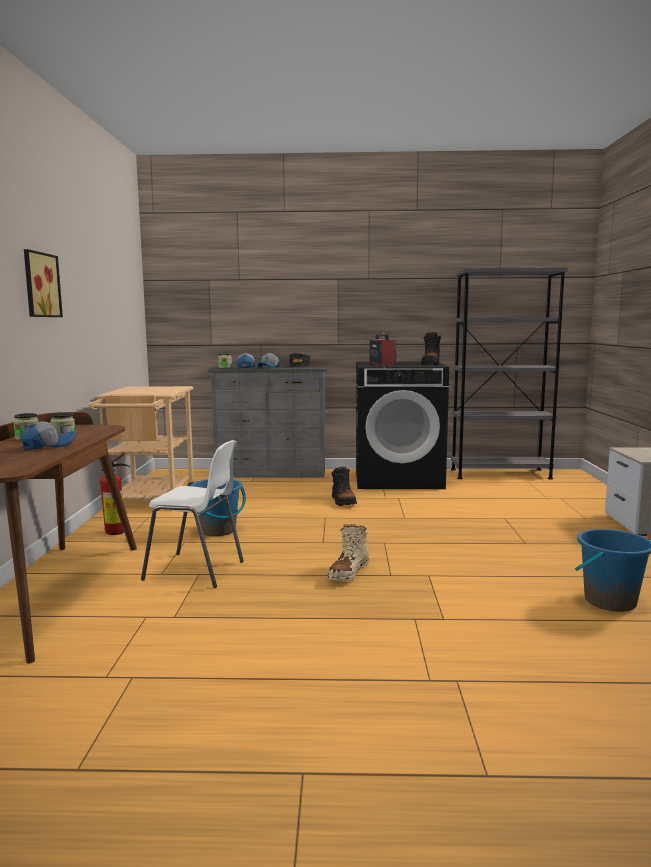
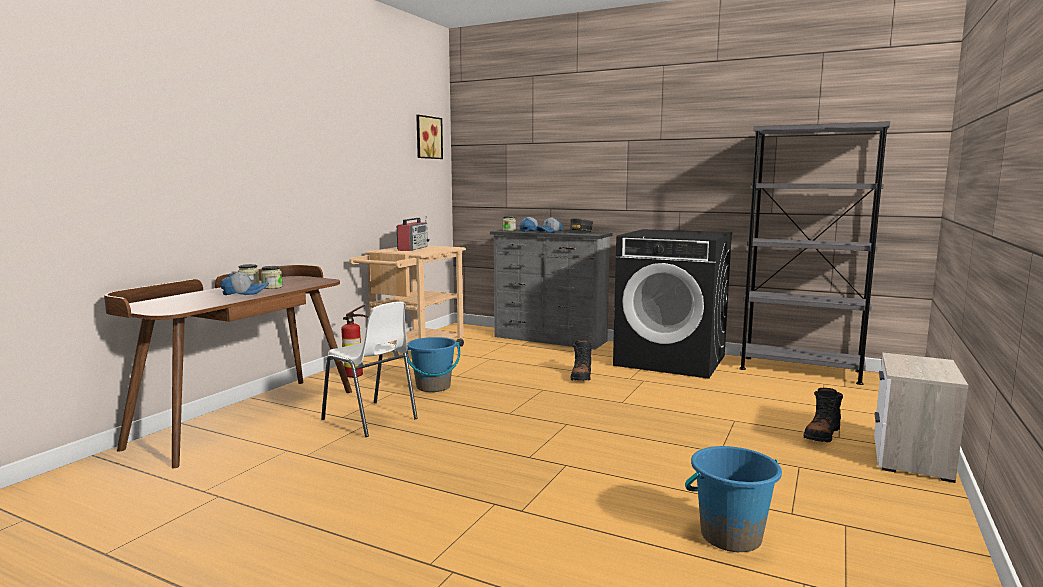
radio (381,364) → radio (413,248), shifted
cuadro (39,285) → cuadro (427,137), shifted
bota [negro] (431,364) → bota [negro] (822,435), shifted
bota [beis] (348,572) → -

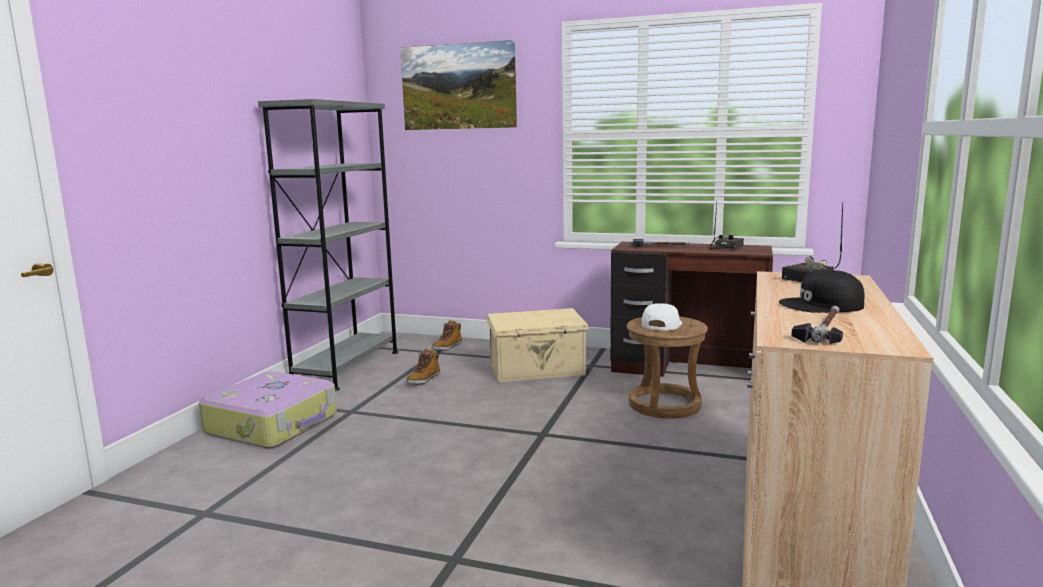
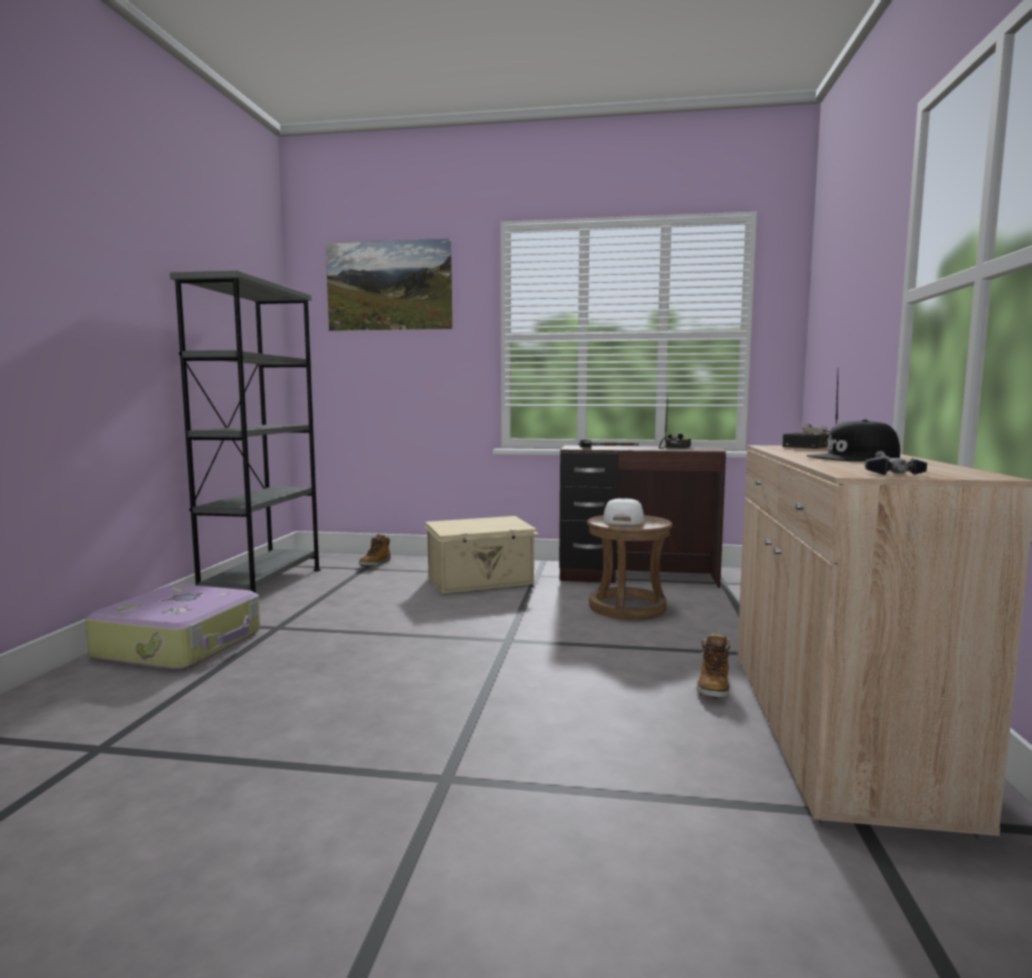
bota (423,380) → bota (713,687), shifted

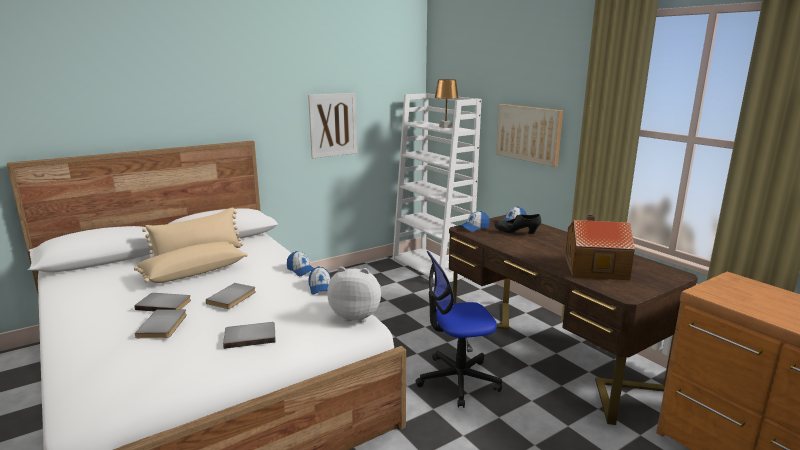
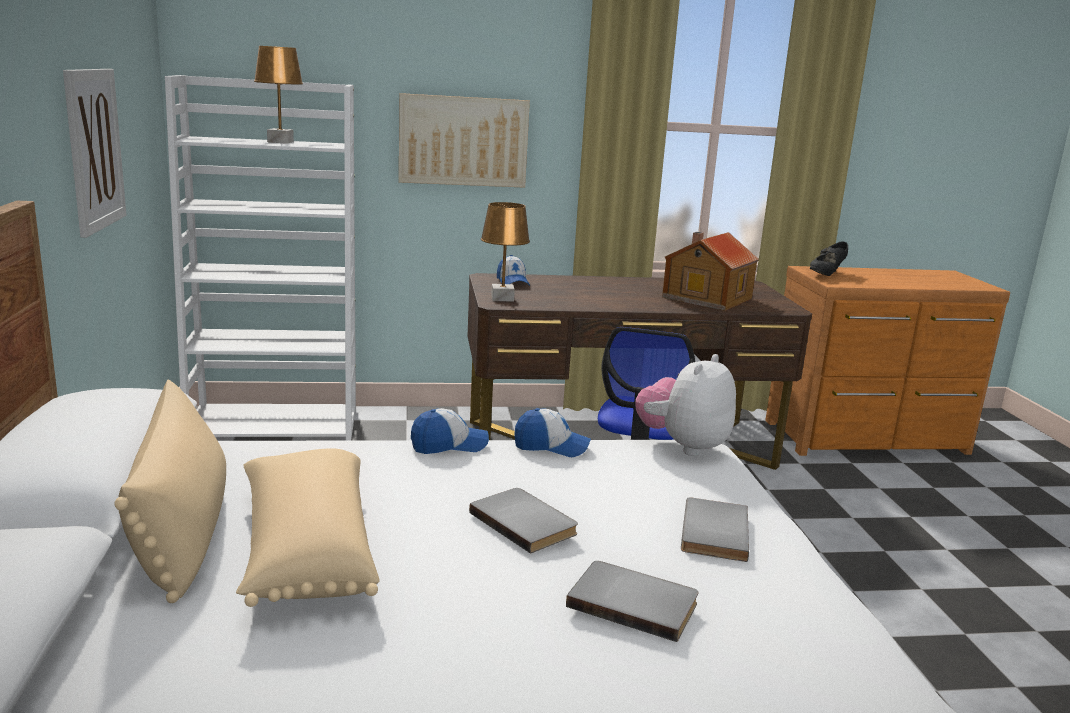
gorra (474,227) → lámpara de mesa [marrón] (502,298)
zapato [negro] (516,232) → zapato [negro] (826,274), shifted
libro [gris] (165,304) → -

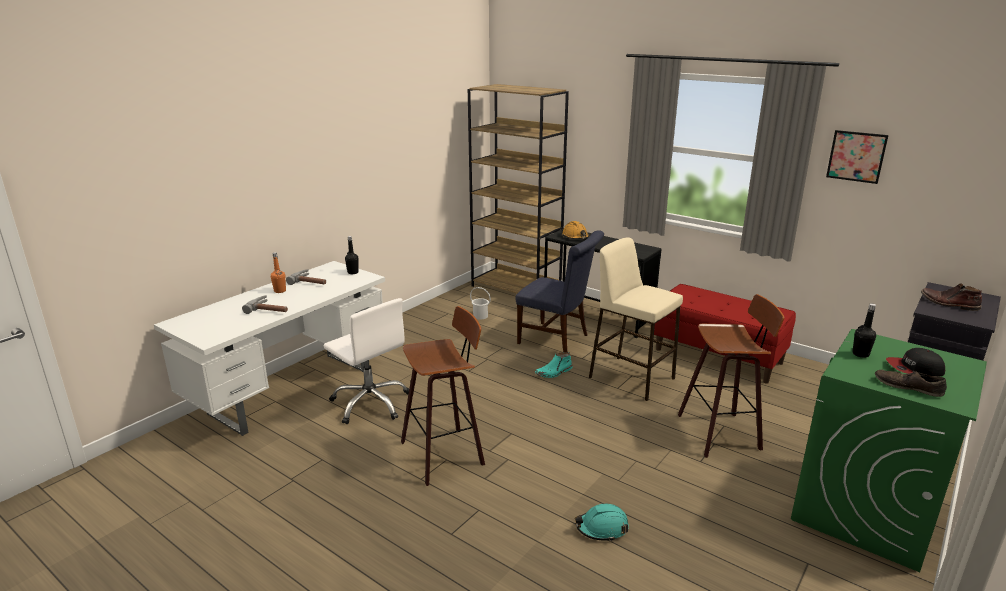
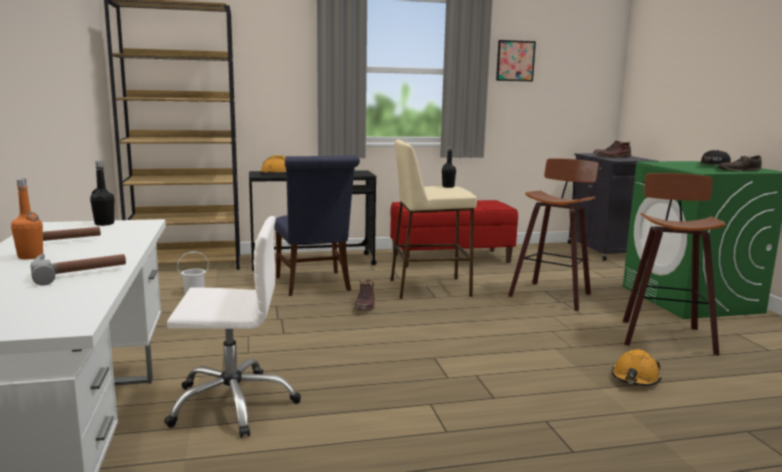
silla [azul] (557,340) → silla [azul] (314,285), 90 degrees clockwise
bota [turquesa] (554,372) → bota [marrón] (365,305)
botella [negro] (860,354) → botella [negro] (448,187), shifted
casco [turquesa] (602,528) → casco [naranja] (635,378)
taburete (445,453) → taburete (663,335), shifted

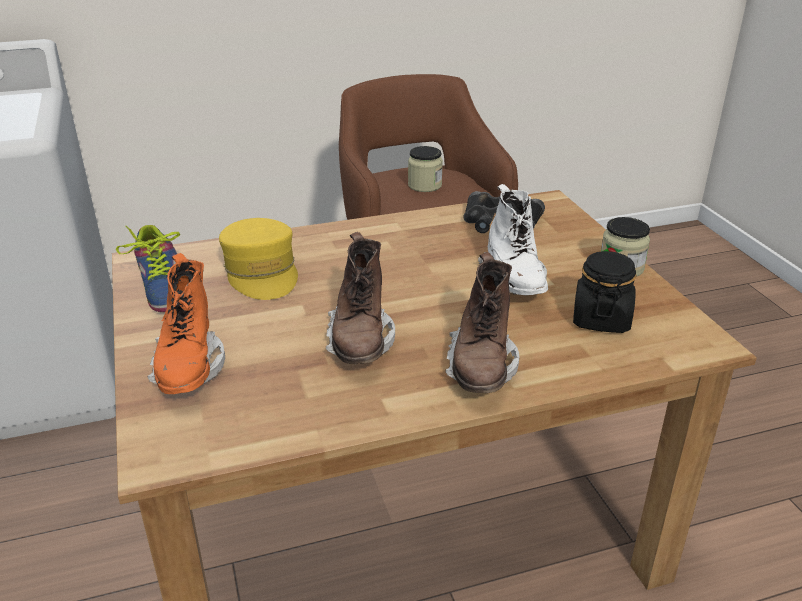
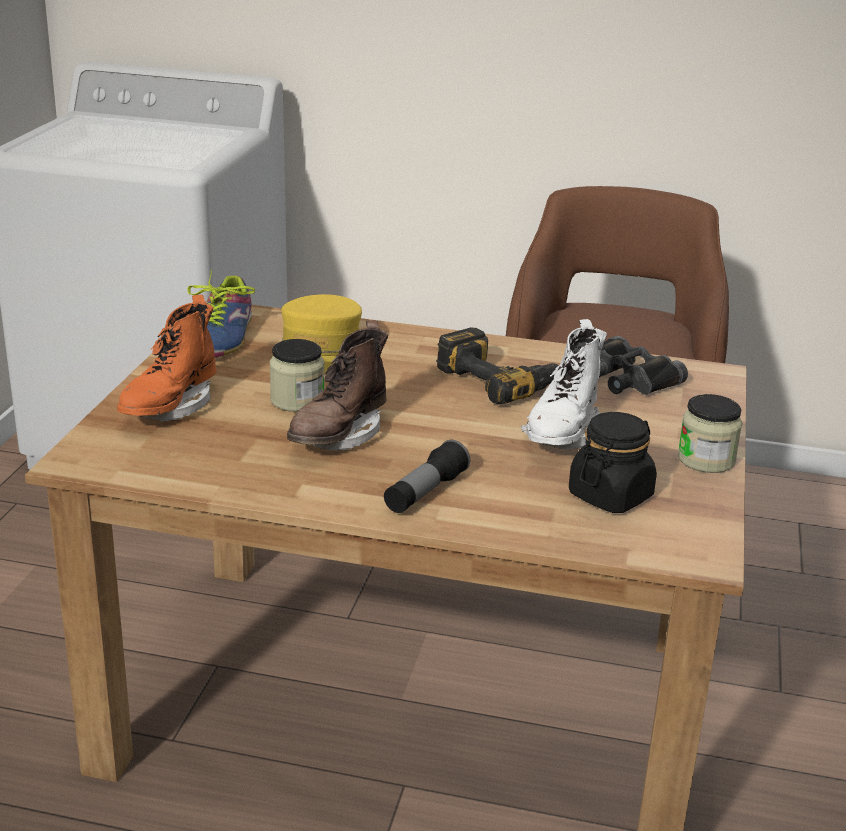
tarro (424,185) → tarro (297,400), shifted
bota [marrón] (481,368) → linterna (425,493)
- → taladro (501,379)

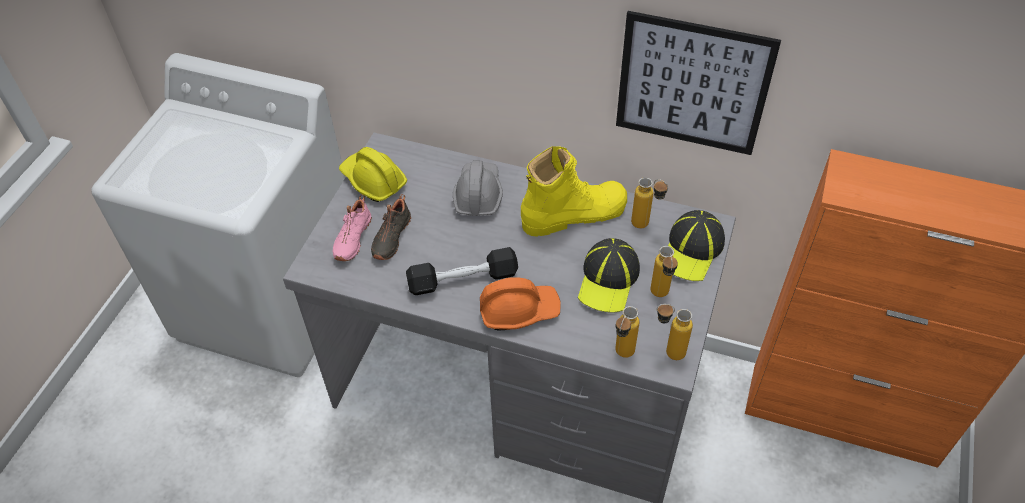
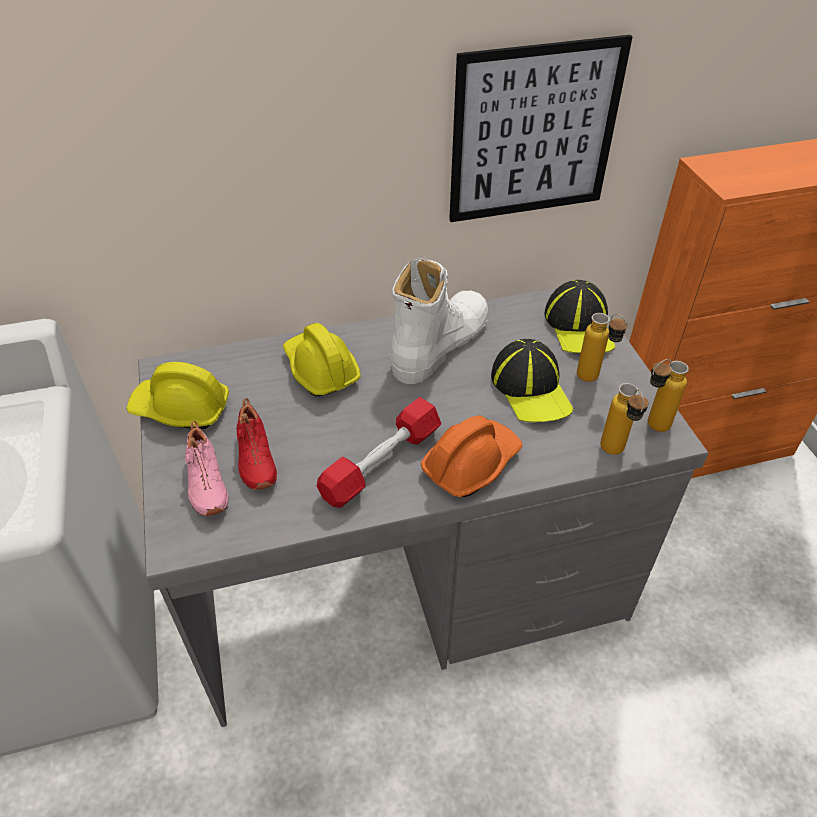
zapato [negro] (390,237) → zapato [rojo] (254,459)
casco [gris] (478,194) → casco [amarillo] (320,369)
mancuerna [negro] (463,280) → mancuerna [rojo] (381,463)
bota [amarillo] (573,214) → bota [blanco] (439,344)
botella (646,226) → -

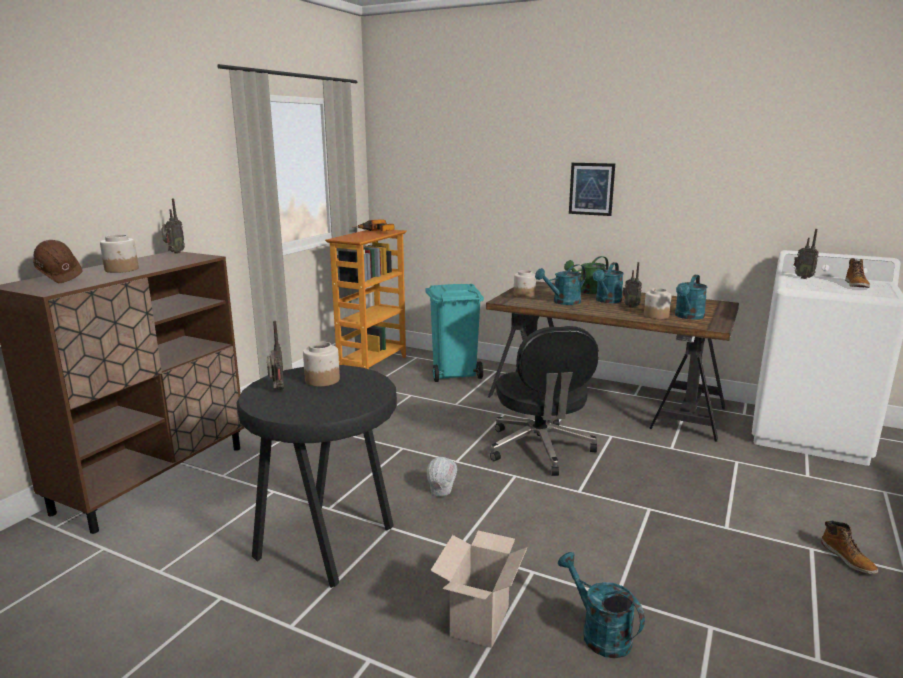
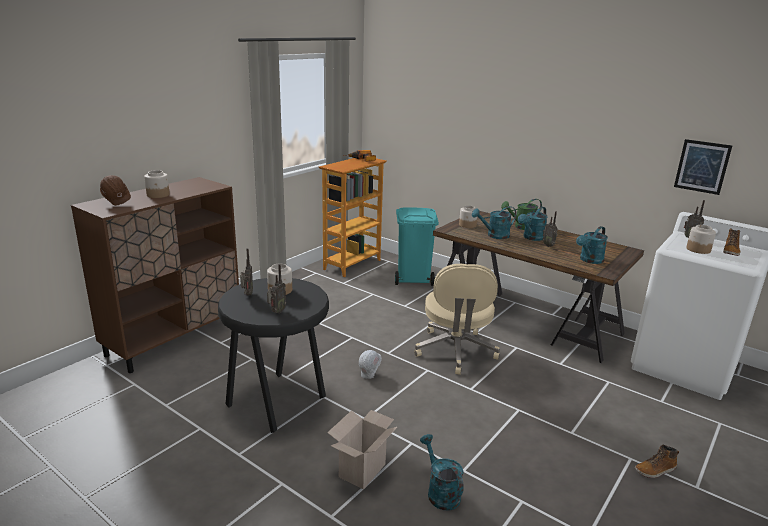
radio (174,253) → radio (276,312), shifted
silla de oficina [negro] (540,449) → silla de oficina [beis] (455,351)
bota (848,558) → bota (655,470), 75 degrees clockwise
cuadro (591,189) → cuadro (702,166), shifted
tarro (656,315) → tarro (698,249), shifted

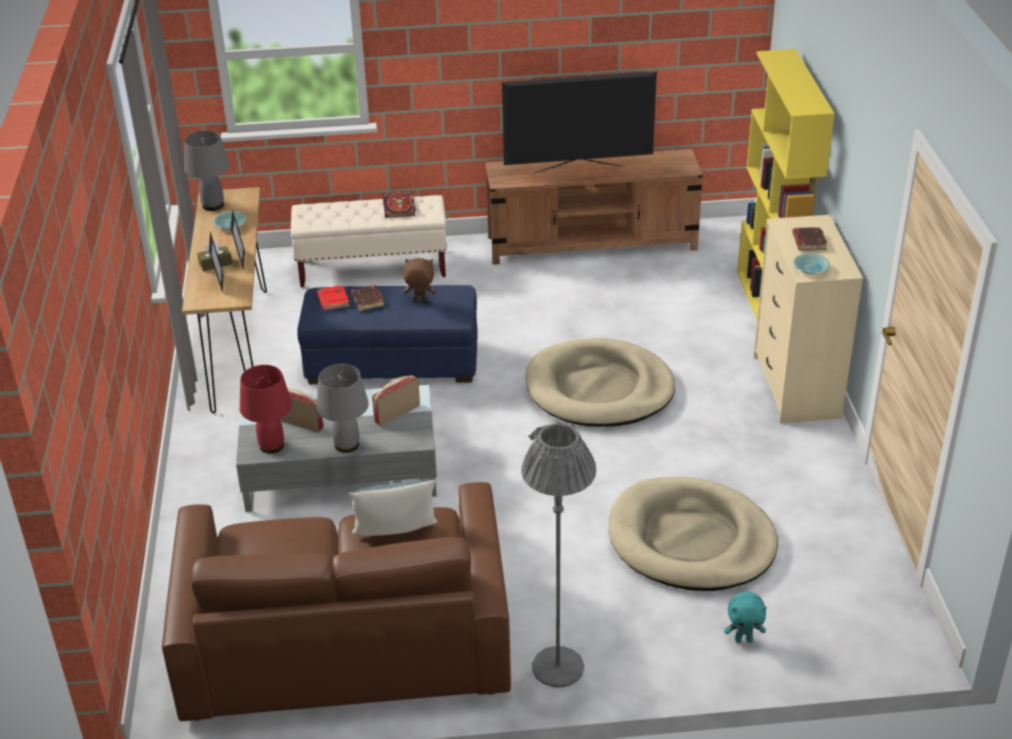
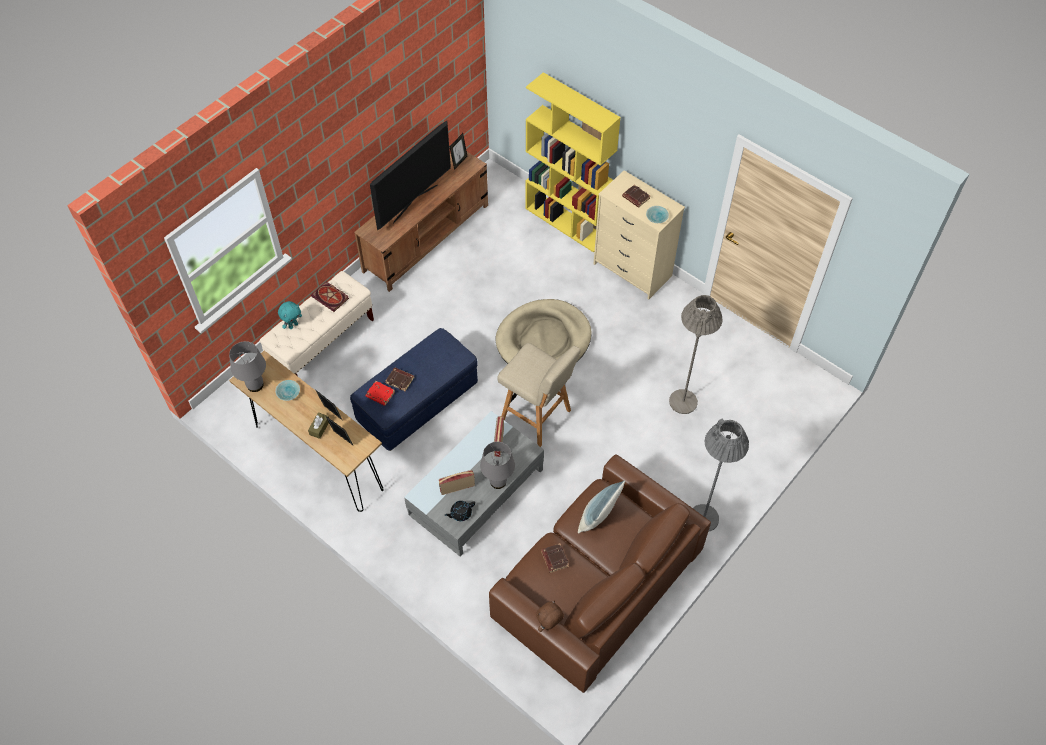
peluche [turquesa] (744,639) → peluche [turquesa] (293,325), shifted
lámpara de mesa [rojo] (271,446) → tetera [negro] (460,513)
- → portarretratos (459,162)
- → taburete [beis] (537,417)
peluche [marrón] (420,301) → peluche [marrón] (549,625), shifted
- → libro [marrón] (554,559)
cama para perro [beis] (691,540) → lámpara de pie [gris] (683,401)

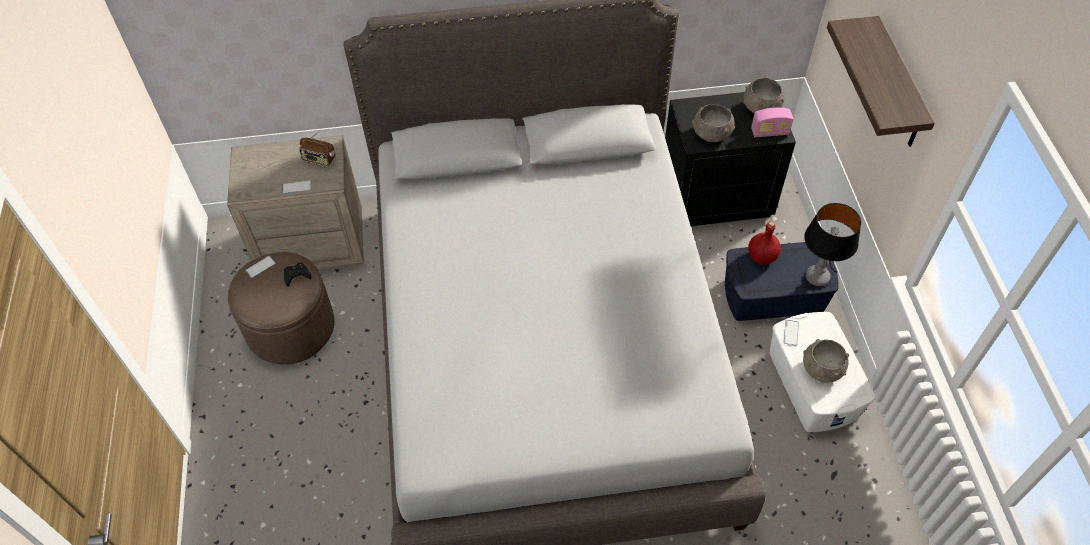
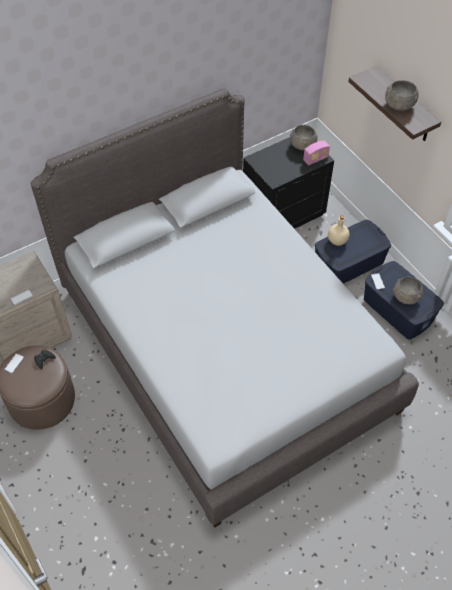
botella [rojo] (761,257) → botella [beis] (337,241)
caja de almacenaje [blanco] (813,384) → caja de almacenaje [azul] (398,309)
cuenco [gris] (711,133) → cuenco [gris] (399,105), shifted
radio (319,159) → -
lámpara de mesa (817,277) → -

